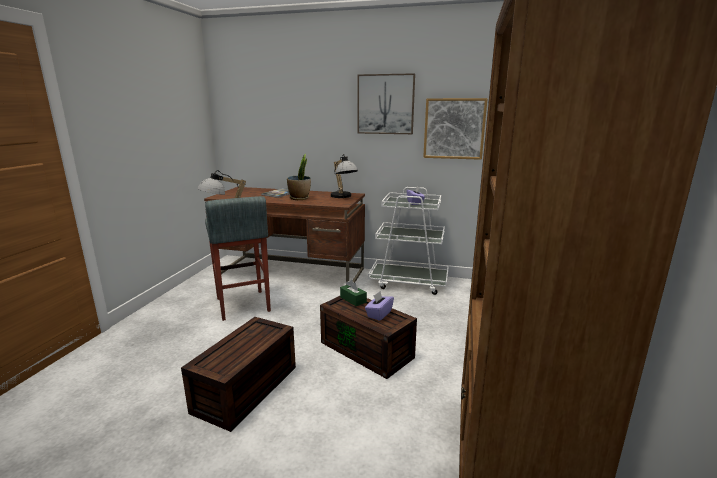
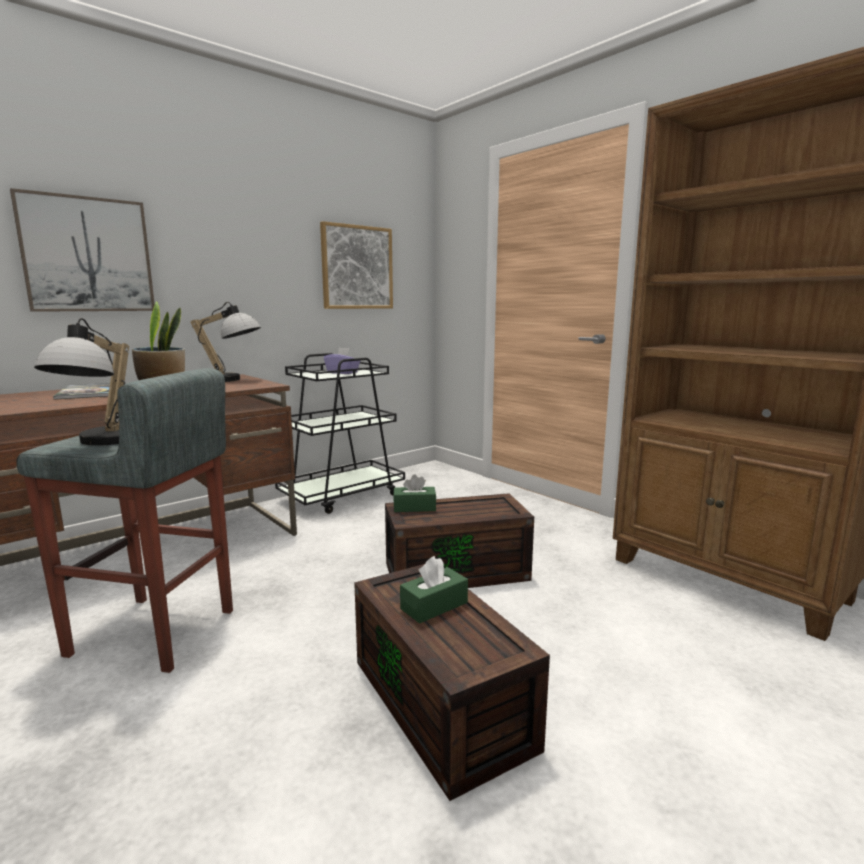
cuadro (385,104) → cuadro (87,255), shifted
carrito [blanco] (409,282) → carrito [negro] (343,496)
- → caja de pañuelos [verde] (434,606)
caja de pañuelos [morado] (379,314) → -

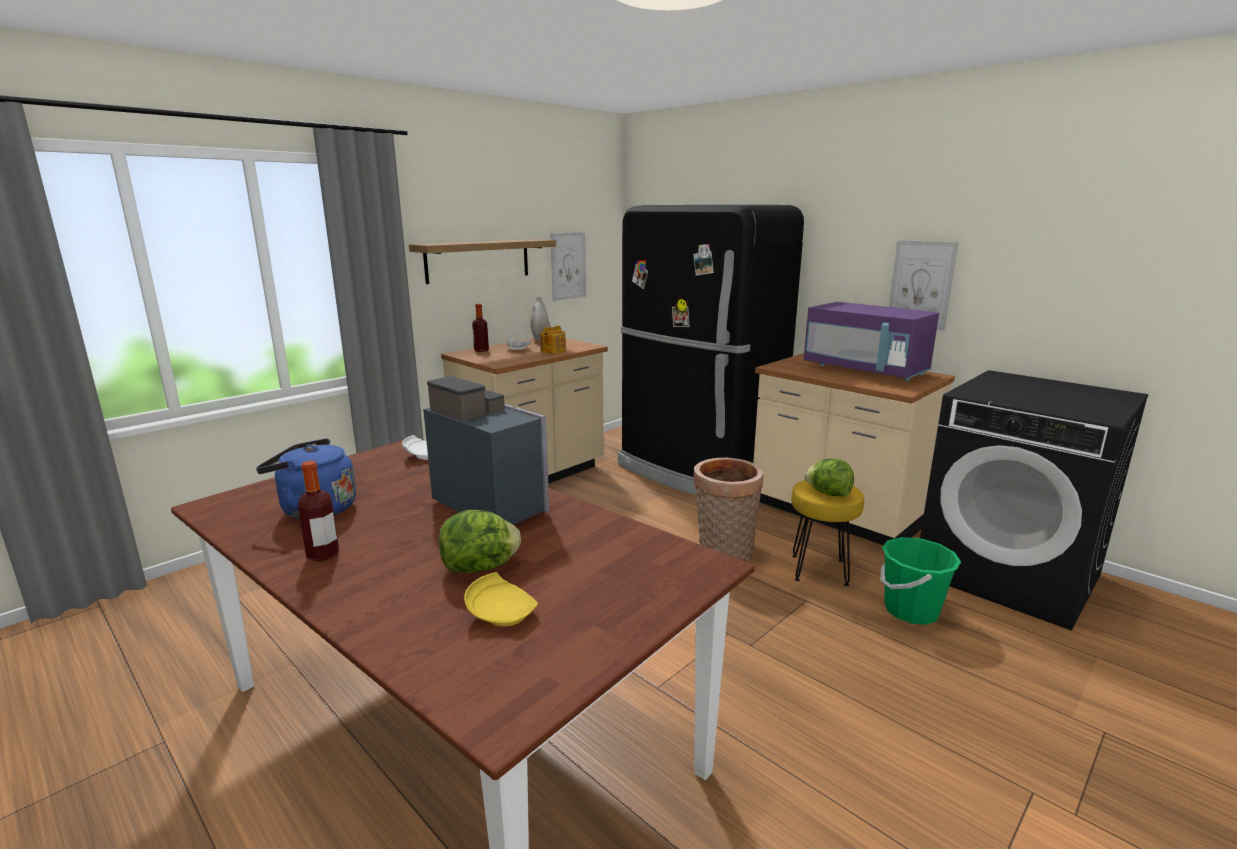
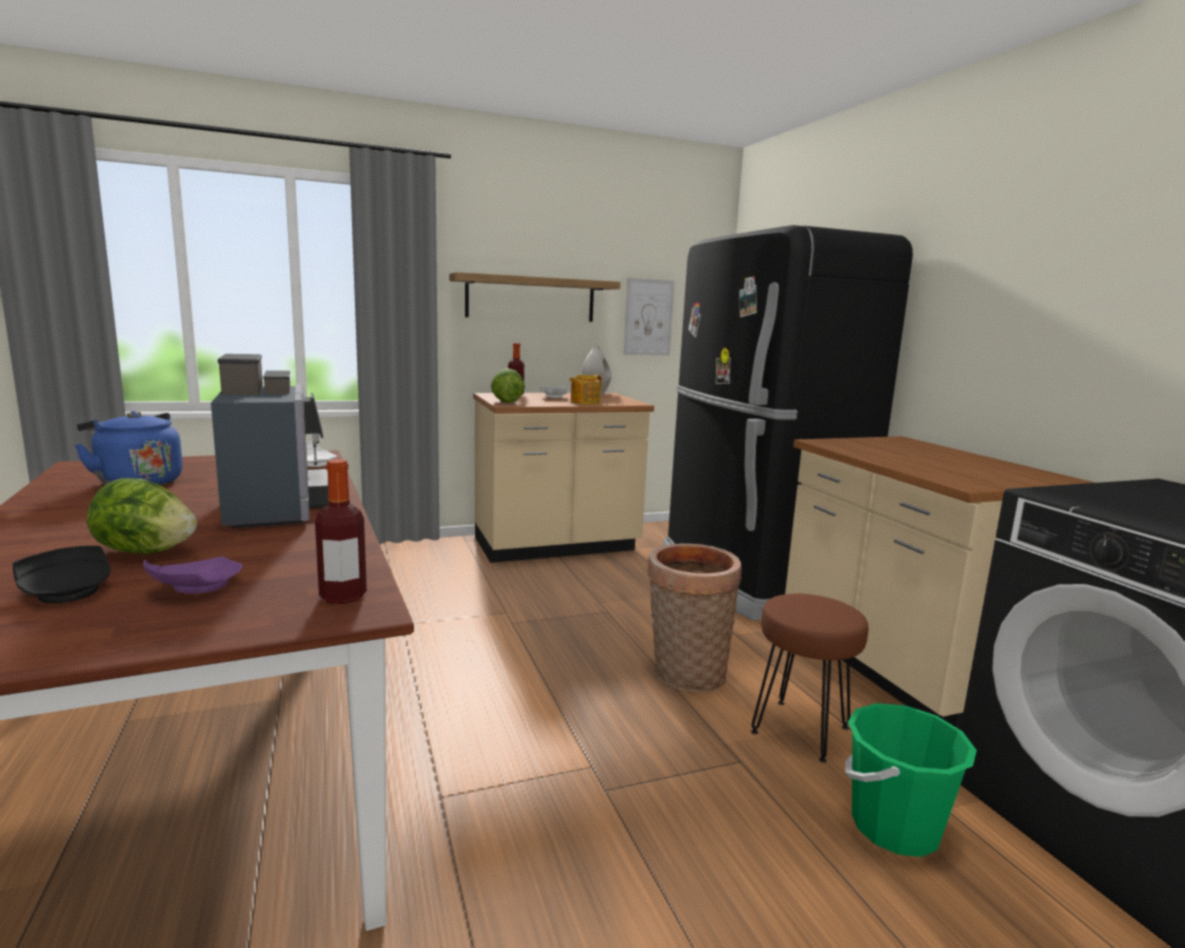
plato [amarillo] (502,613) → plato [negro] (68,591)
- → plato [morado] (194,588)
botella (323,554) → botella (343,596), shifted
lechuga (828,494) → lechuga (506,402), shifted
taburete [amarillo] (820,570) → taburete [marrón] (801,730)
microondas [morado] (865,370) → -
cuadro (921,284) → -

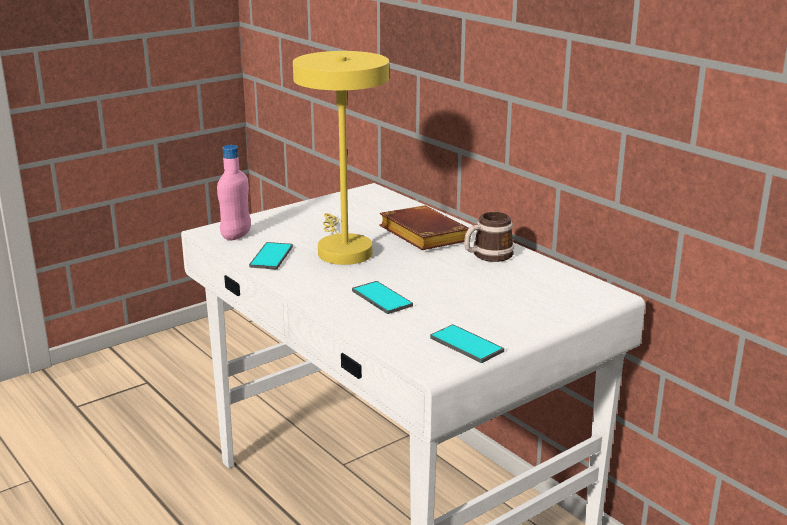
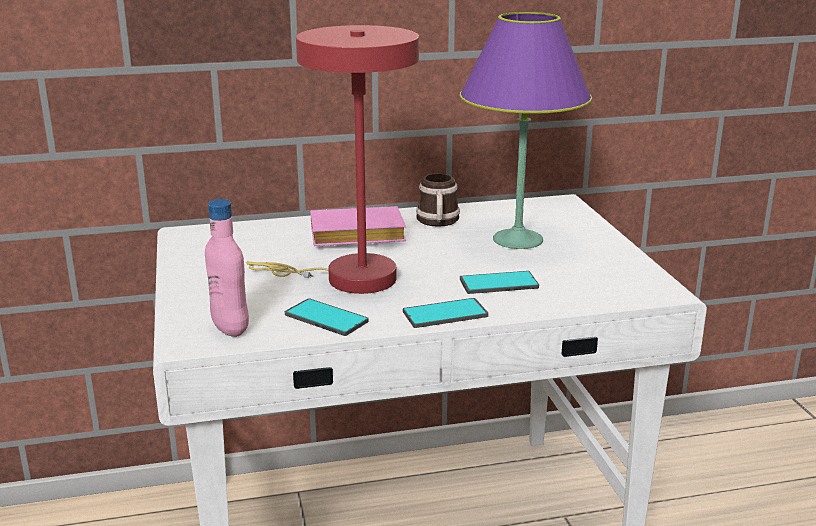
lámpara de mesa [amarillo] (342,249) → lámpara de mesa [rojo] (348,278)
libro [marrón] (420,235) → libro [rosa] (354,237)
móvil (466,344) → móvil (445,314), shifted
- → lámpara de mesa [morado] (517,240)

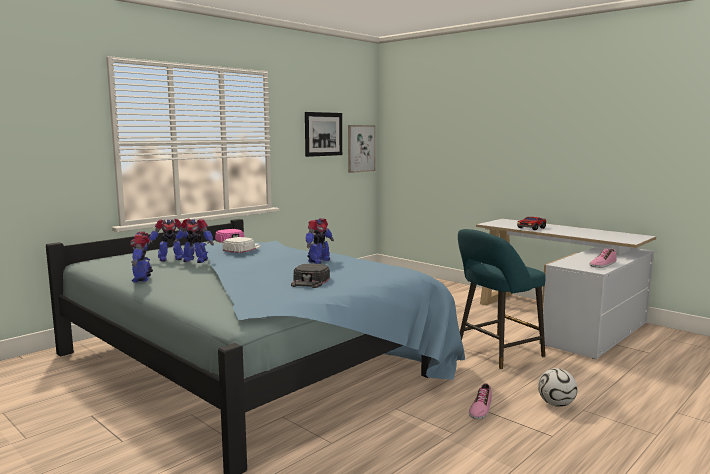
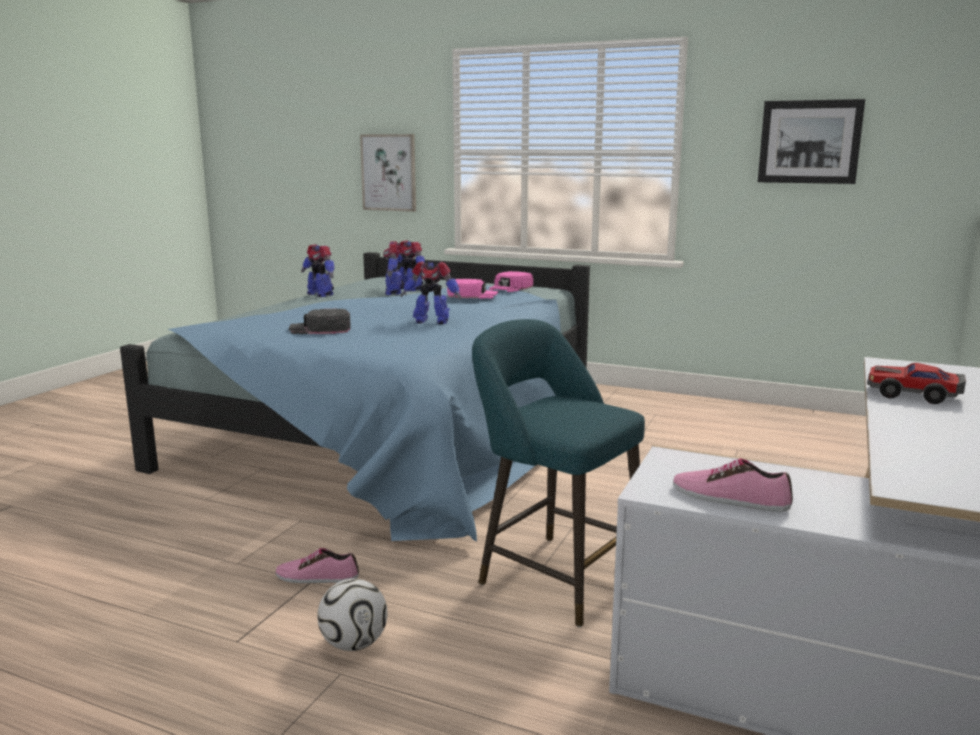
robot de juguete (142,279) → robot de juguete (320,294), 105 degrees counterclockwise
cuadro (361,148) → cuadro (389,172), shifted
gorra [blanco] (242,248) → gorra [rosa] (472,295)

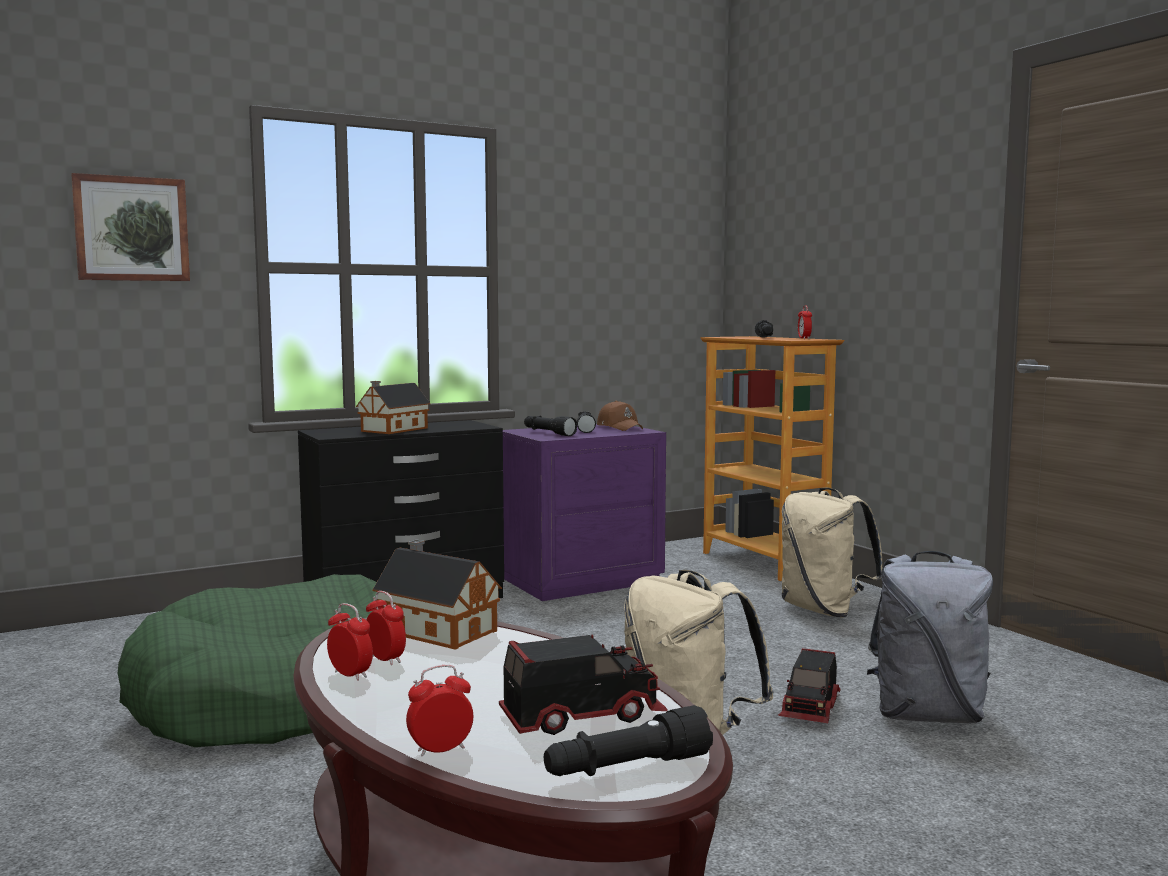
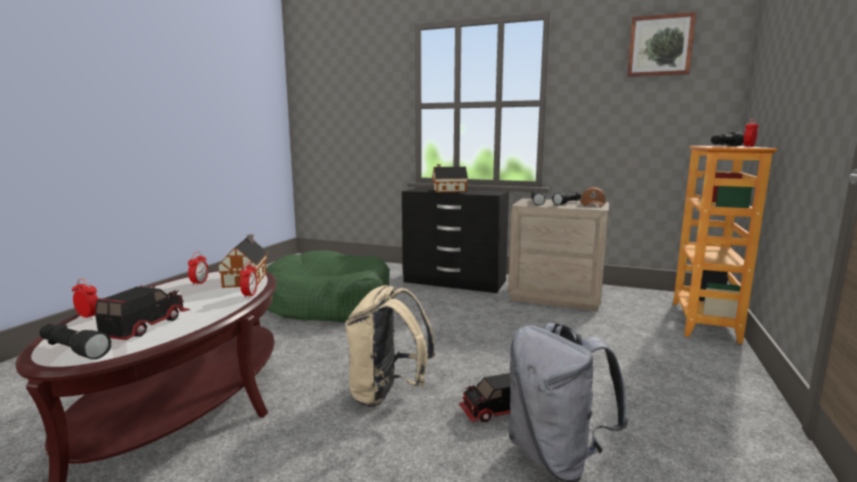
camión de juguete (581,716) → camión de juguete (144,326), 105 degrees counterclockwise
despertador (350,674) → despertador (250,295), shifted
mesita de noche [morado] (580,580) → mesita de noche [beis] (556,296)
cuadro (131,229) → cuadro (659,46), shifted
mochila [beis] (824,610) → -

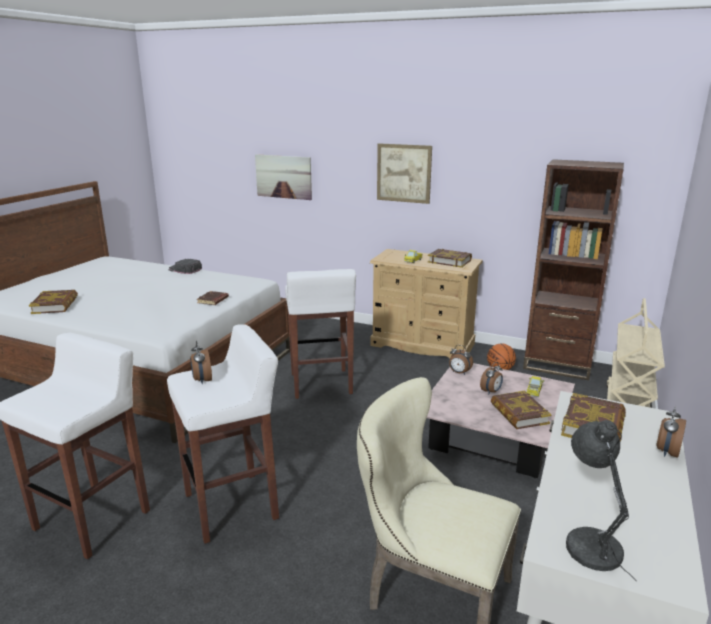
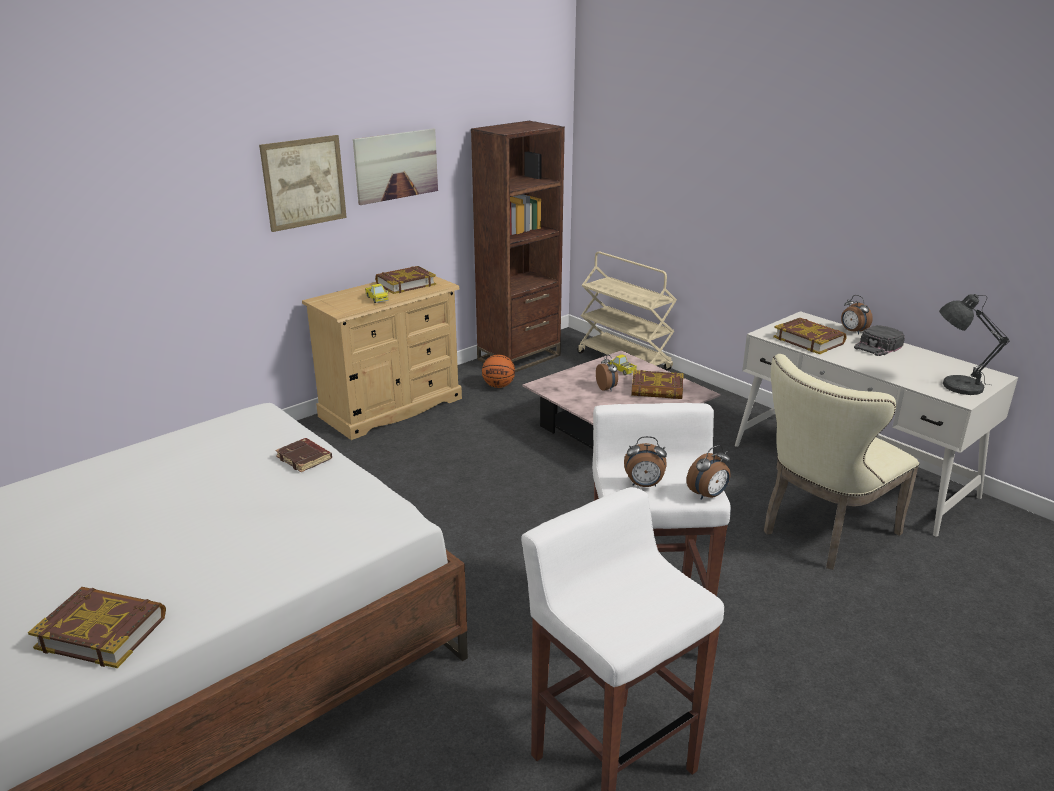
cuadro (283,177) → cuadro (396,165), shifted
despertador (459,373) → despertador (708,495), shifted
gorra [negro] (185,269) → gorra [negro] (878,346), shifted
taburete [blanco] (321,384) → -

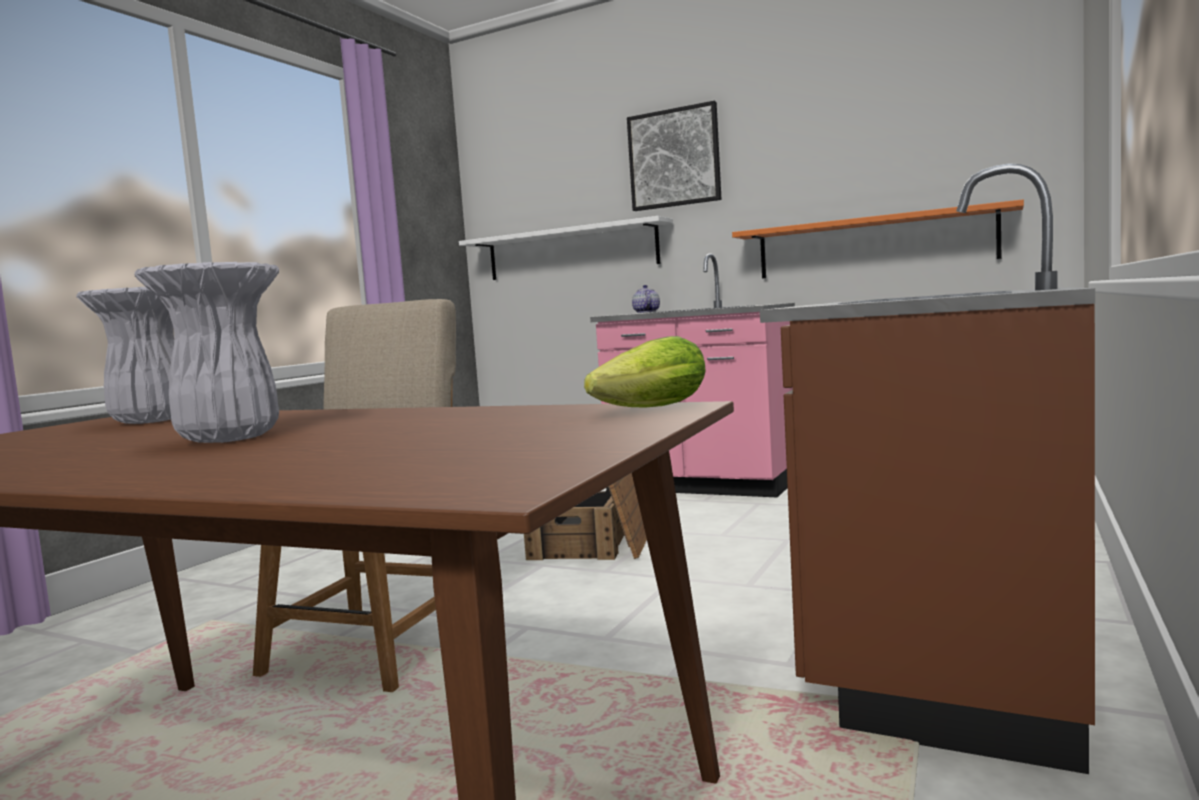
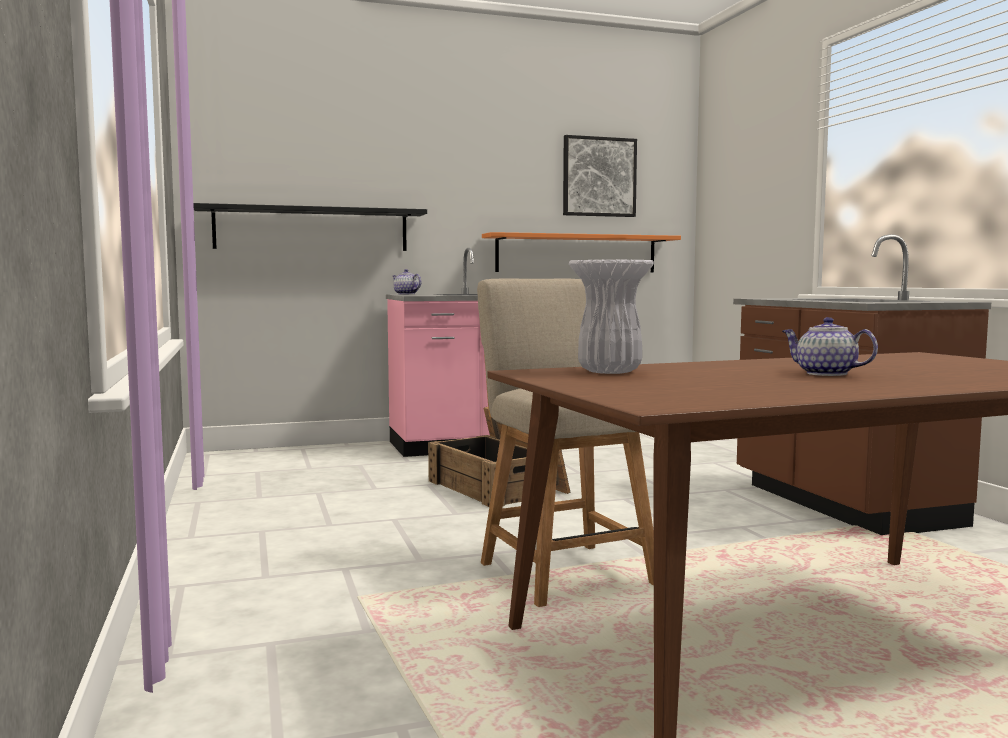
estante [blanco] (571,251) → estante [negro] (312,229)
cuadro (674,158) → cuadro (599,177), shifted
florero [blanco] (226,439) → tetera (825,373)
lechuga (646,409) → -

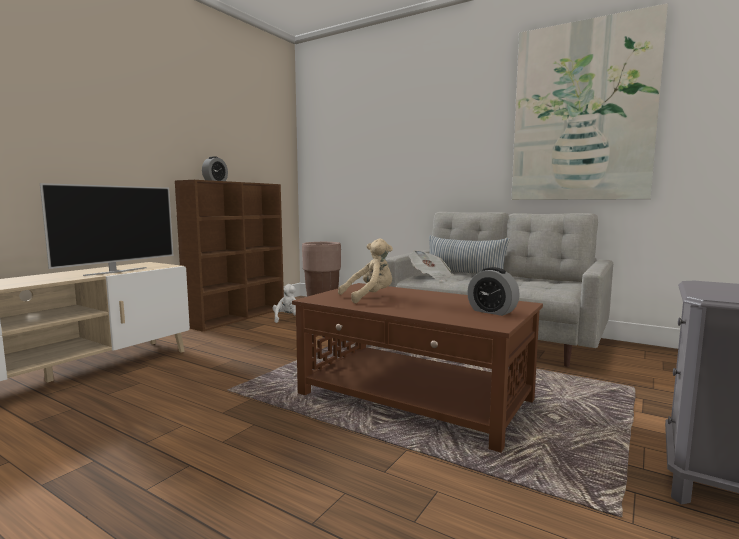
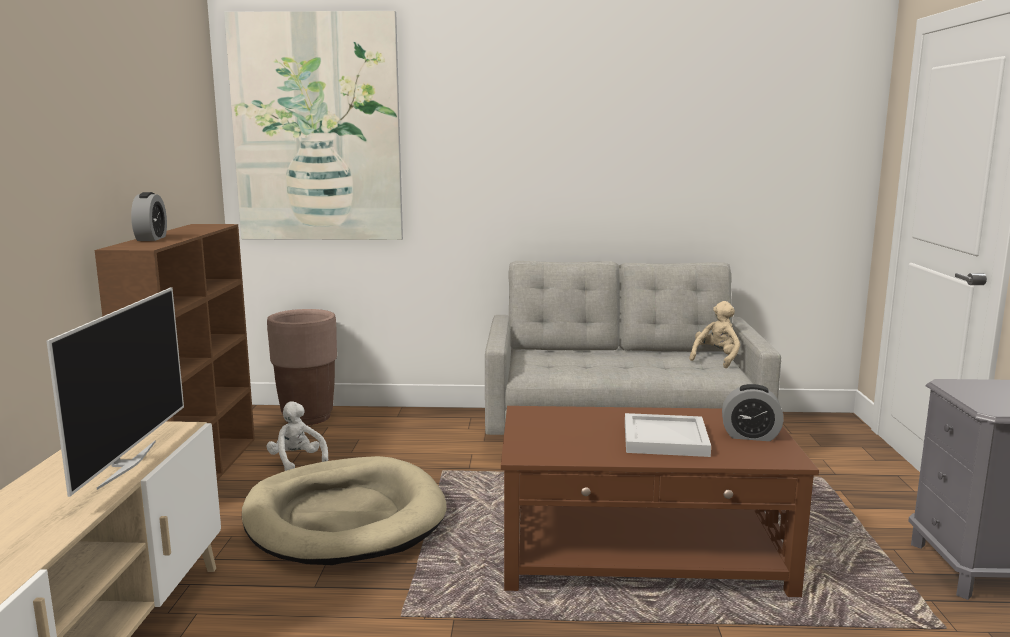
cuadro (582,112) → cuadro (317,129), shifted
- → cama para perro [beis] (344,517)
- → bandeja [blanco] (663,438)
peluche [beis] (370,297) → peluche [beis] (716,359), shifted
periódico (430,277) → -
cojín (464,274) → -

